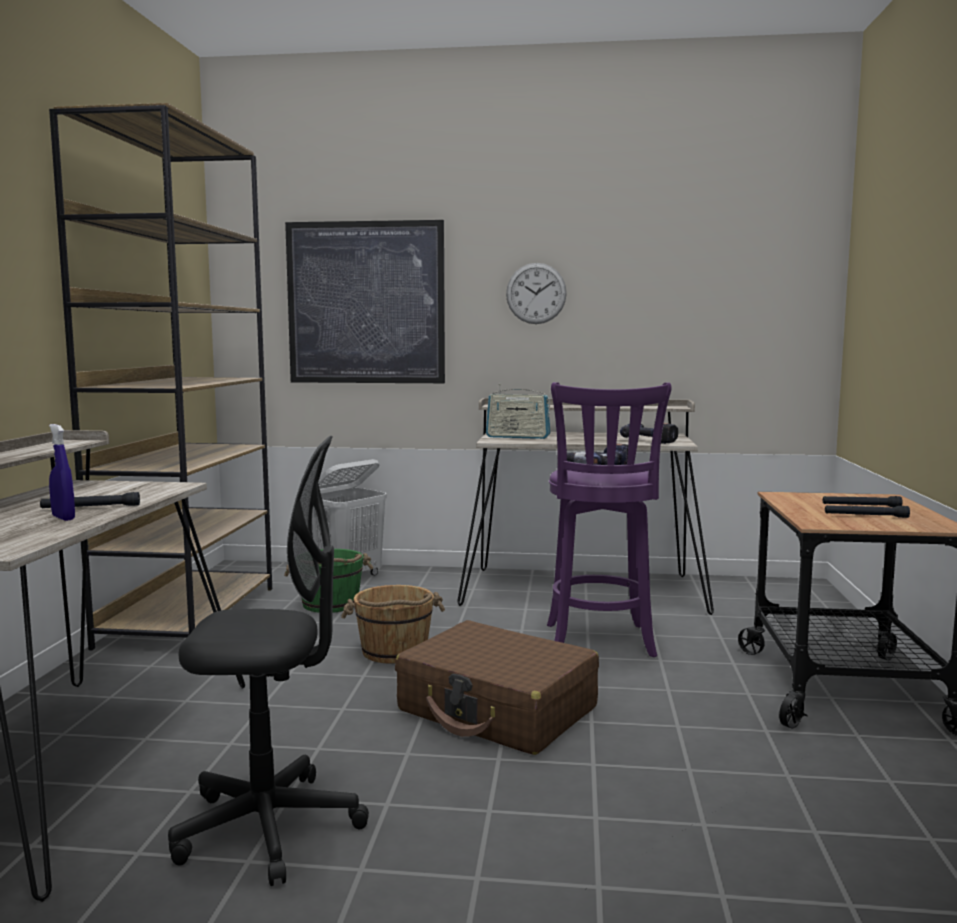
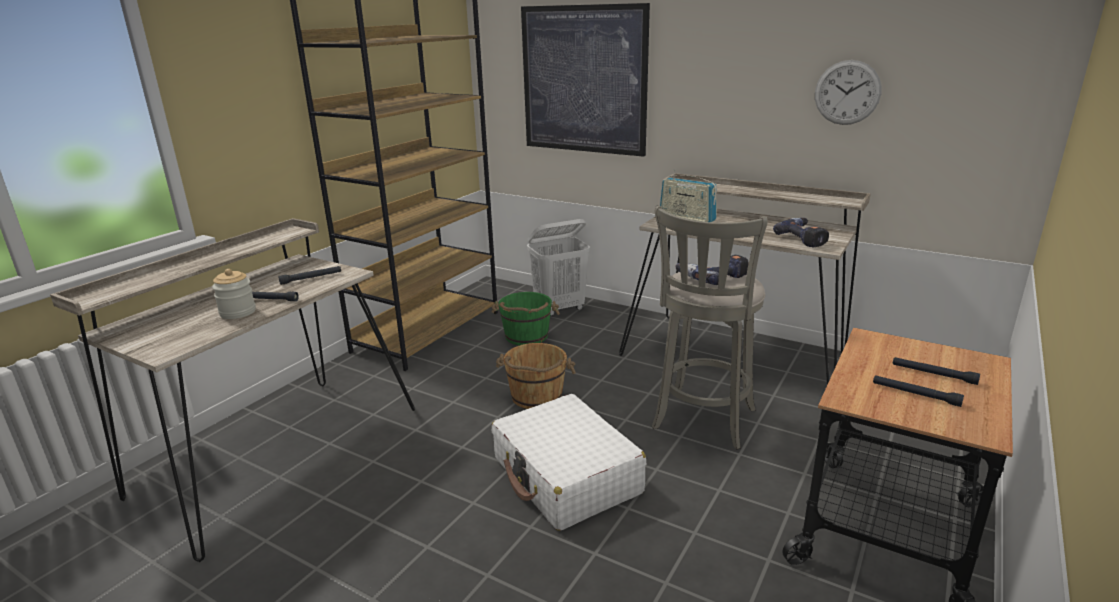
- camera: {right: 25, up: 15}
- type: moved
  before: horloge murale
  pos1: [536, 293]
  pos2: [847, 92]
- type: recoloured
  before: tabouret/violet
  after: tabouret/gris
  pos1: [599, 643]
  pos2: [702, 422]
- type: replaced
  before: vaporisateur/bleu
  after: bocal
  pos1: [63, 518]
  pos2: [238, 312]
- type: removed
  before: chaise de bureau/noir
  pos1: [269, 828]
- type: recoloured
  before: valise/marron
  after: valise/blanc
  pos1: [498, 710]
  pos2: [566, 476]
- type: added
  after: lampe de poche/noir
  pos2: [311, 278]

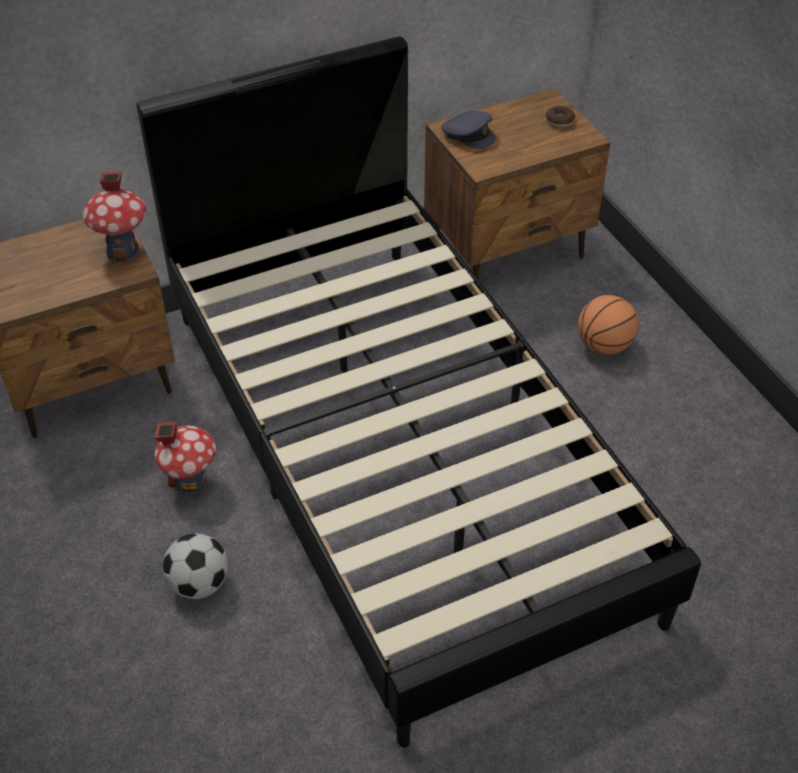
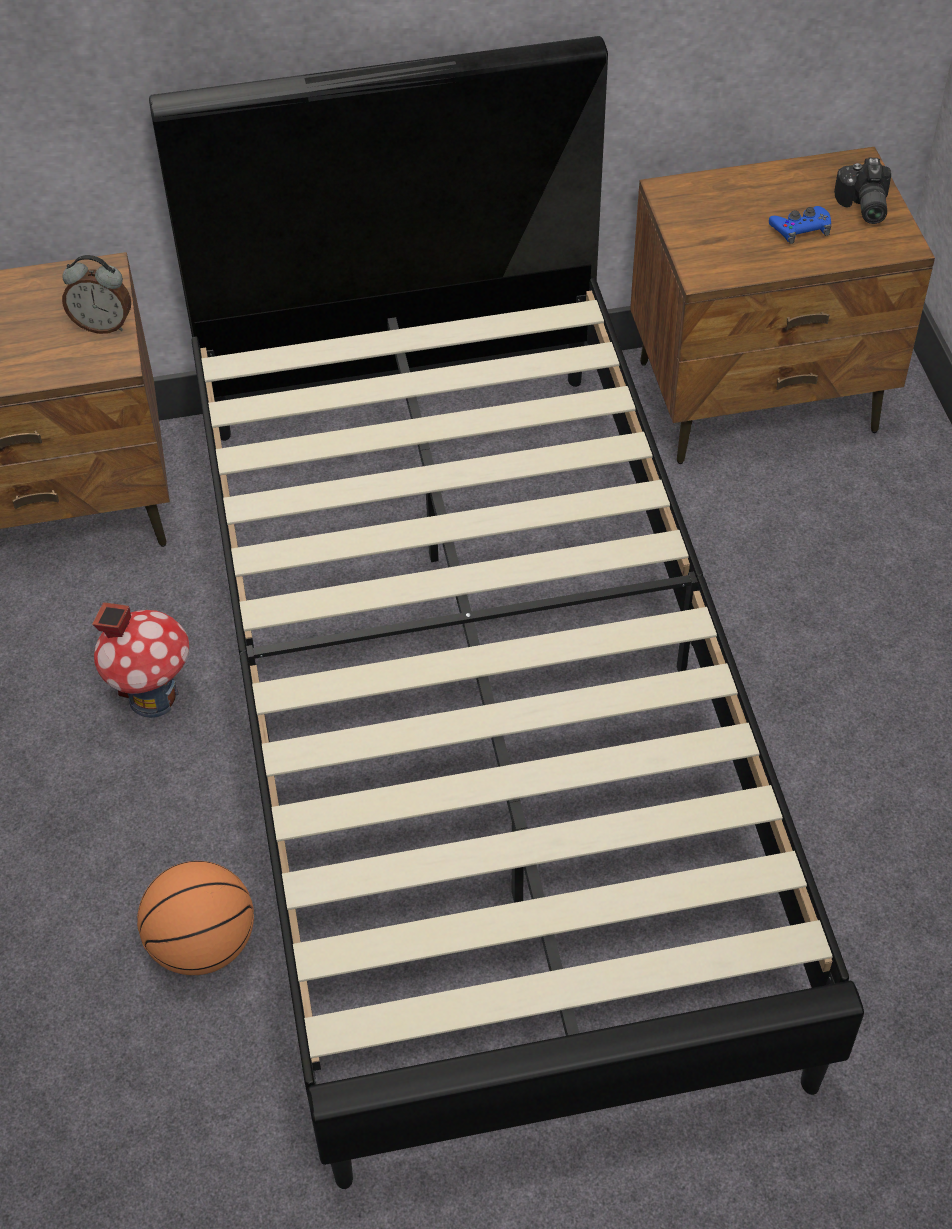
- camera: {right: 15, up: 5}
- type: replaced
  before: beignet
  after: appareil photo
  pos1: [559, 121]
  pos2: [862, 206]
- type: removed
  before: casquette/gris
  pos1: [469, 135]
- type: replaced
  before: maison miniature
  after: réveil
  pos1: [123, 251]
  pos2: [103, 325]
- type: moved
  before: ballon de basket
  pos1: [604, 346]
  pos2: [203, 945]
- type: removed
  before: ballon de foot
  pos1: [199, 584]
- type: added
  after: manette/bleu
  pos2: [800, 229]

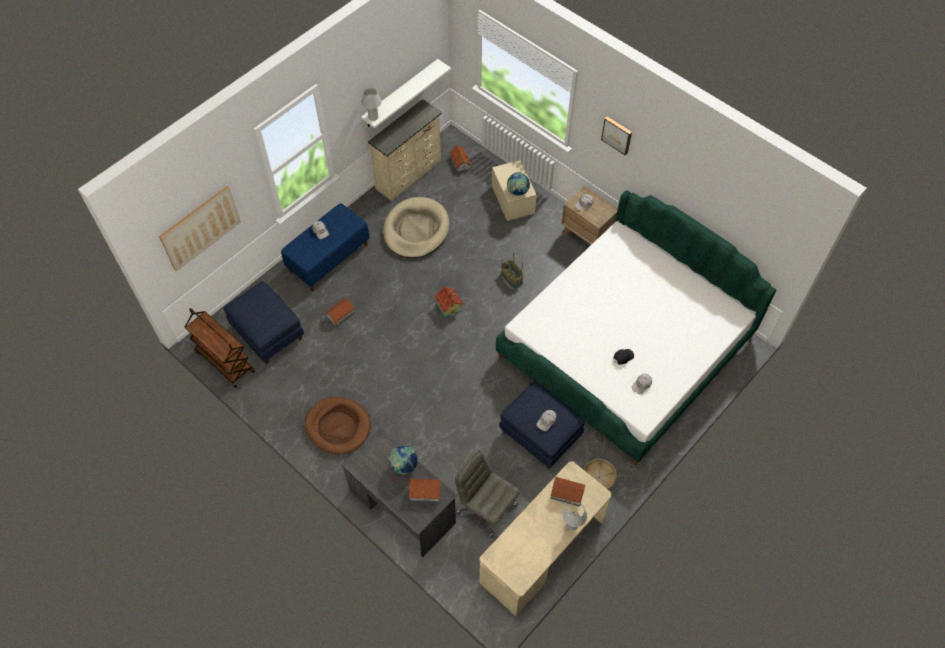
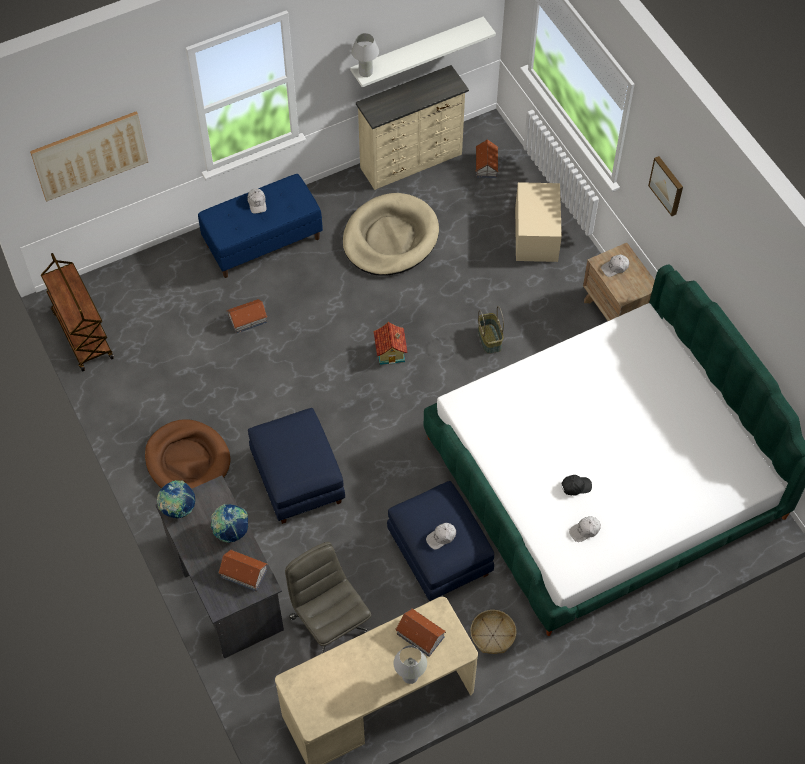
- camera: {right: 20, up: 0}
- type: moved
  before: globe
  pos1: [517, 192]
  pos2: [178, 508]
- type: moved
  before: pouf/bleu
  pos1: [267, 333]
  pos2: [297, 479]

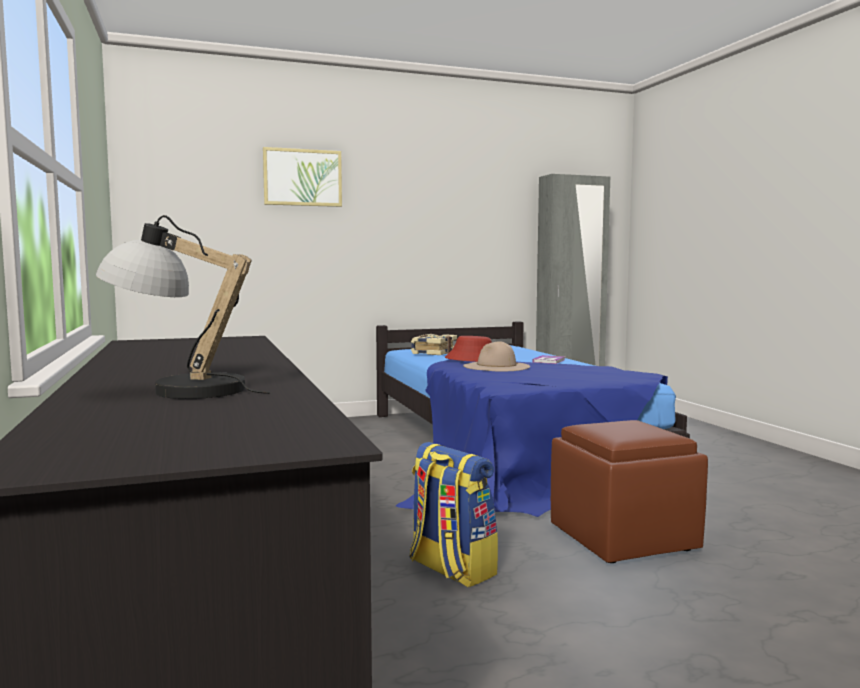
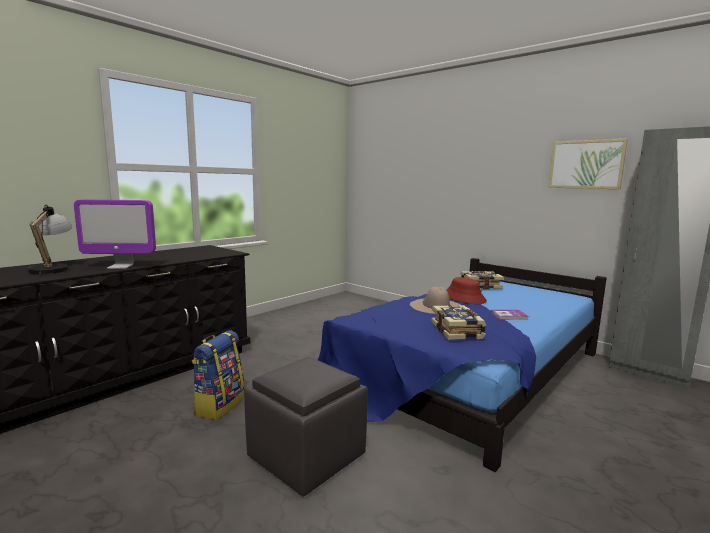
- camera: {right: 60, up: 5}
- type: moved
  before: tableau
  pos1: [302, 177]
  pos2: [586, 164]
- type: recoloured
  before: pouf/marron
  after: pouf/gris
  pos1: [623, 537]
  pos2: [308, 456]
- type: added
  after: écran d'ordinateur
  pos2: [120, 266]
- type: added
  after: livre
  pos2: [457, 331]

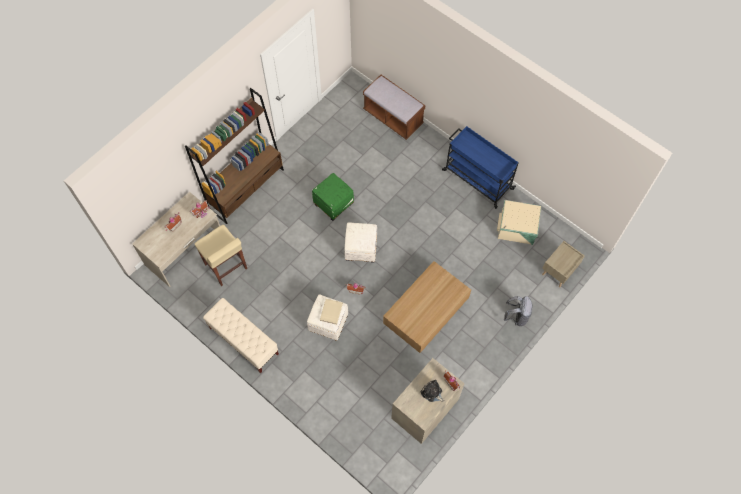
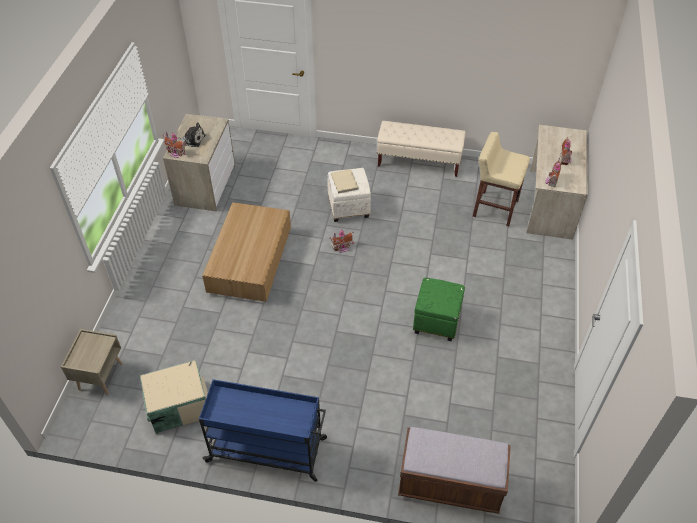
- camera: {right: 150, up: -15}
- type: removed
  before: bibliothèque/marron
  pos1: [246, 189]
- type: removed
  before: pouf/blanc
  pos1: [360, 249]
- type: removed
  before: sac à dos/gris
  pos1: [516, 316]

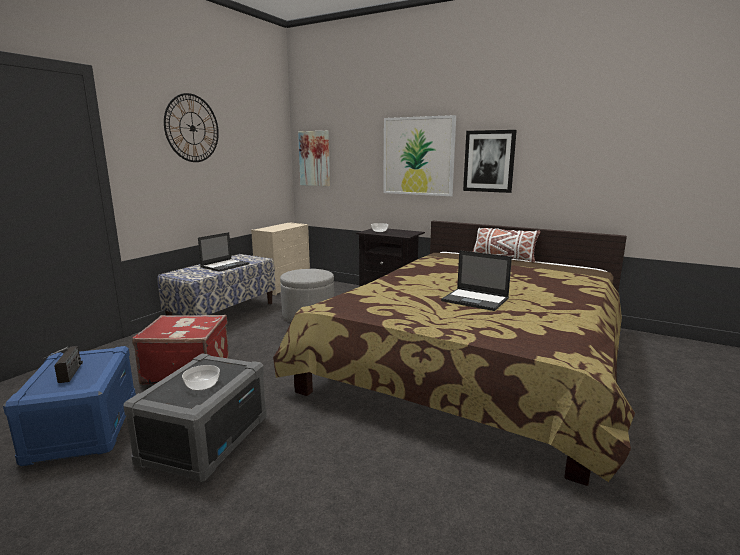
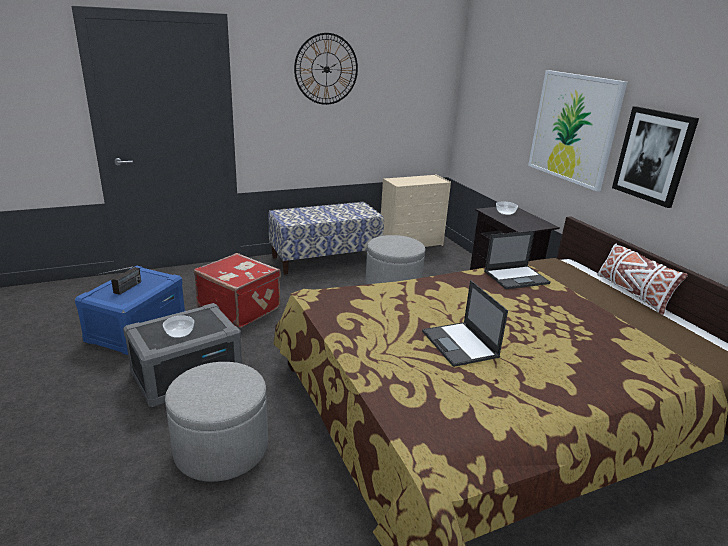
- camera: {right: 35, up: 10}
- type: removed
  before: tableau
  pos1: [315, 158]
- type: moved
  before: ordinateur portable
  pos1: [225, 265]
  pos2: [517, 277]
- type: added
  after: pouf/gris
  pos2: [221, 448]

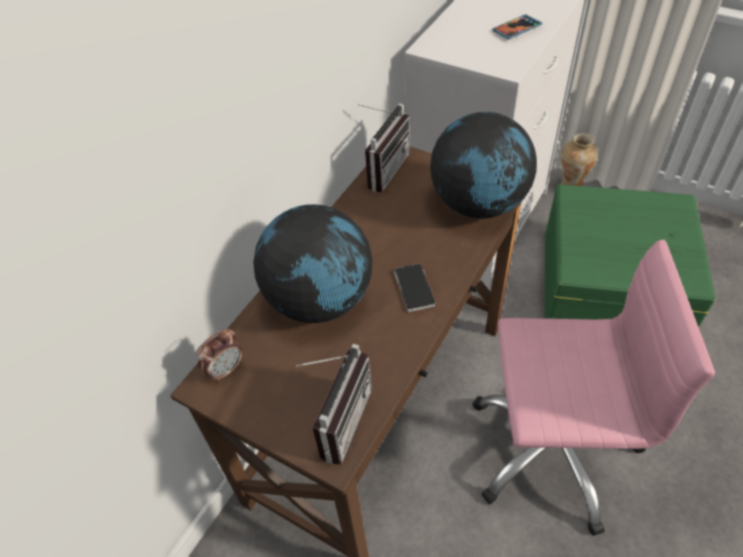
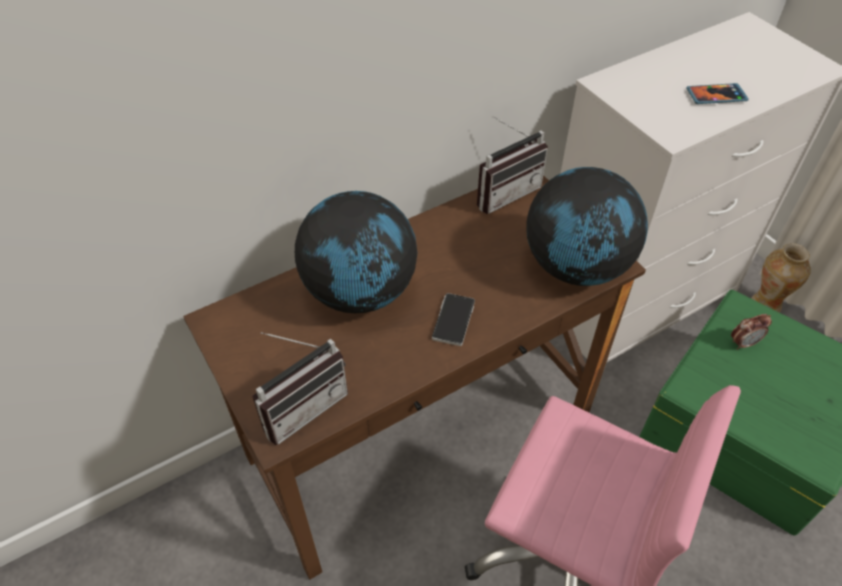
- camera: {right: 25, up: 0}
- type: moved
  before: réveil
  pos1: [226, 369]
  pos2: [743, 343]

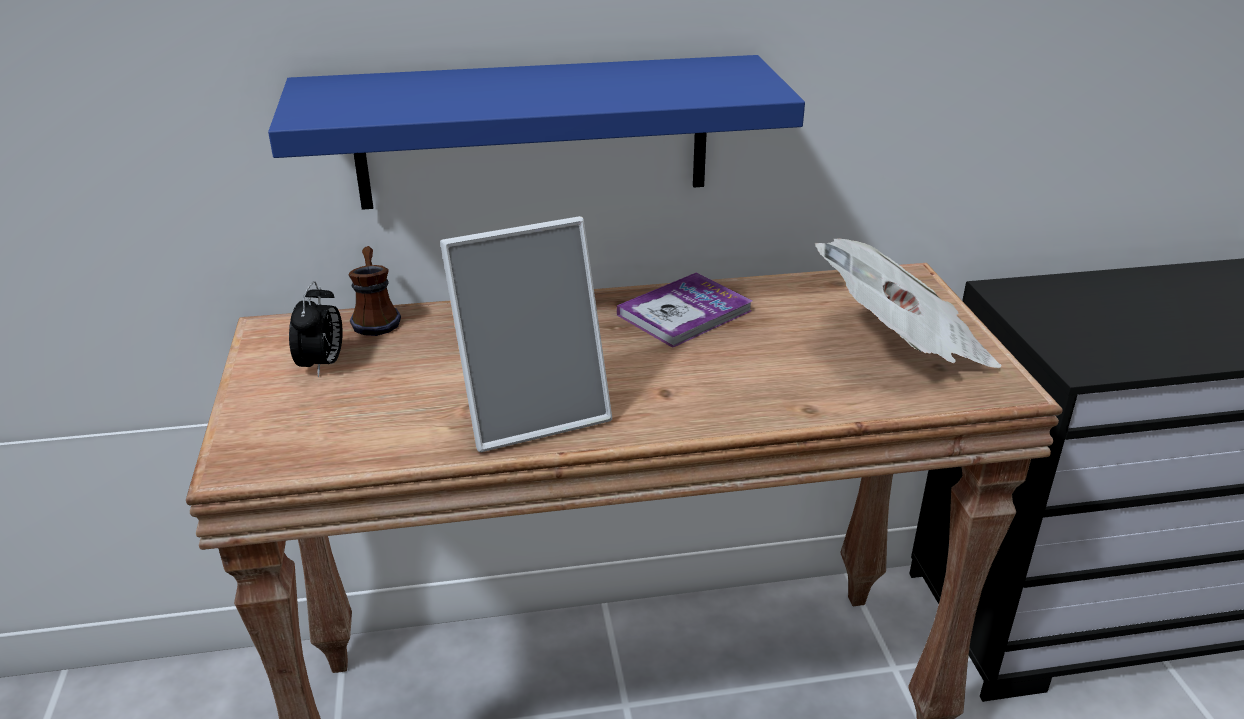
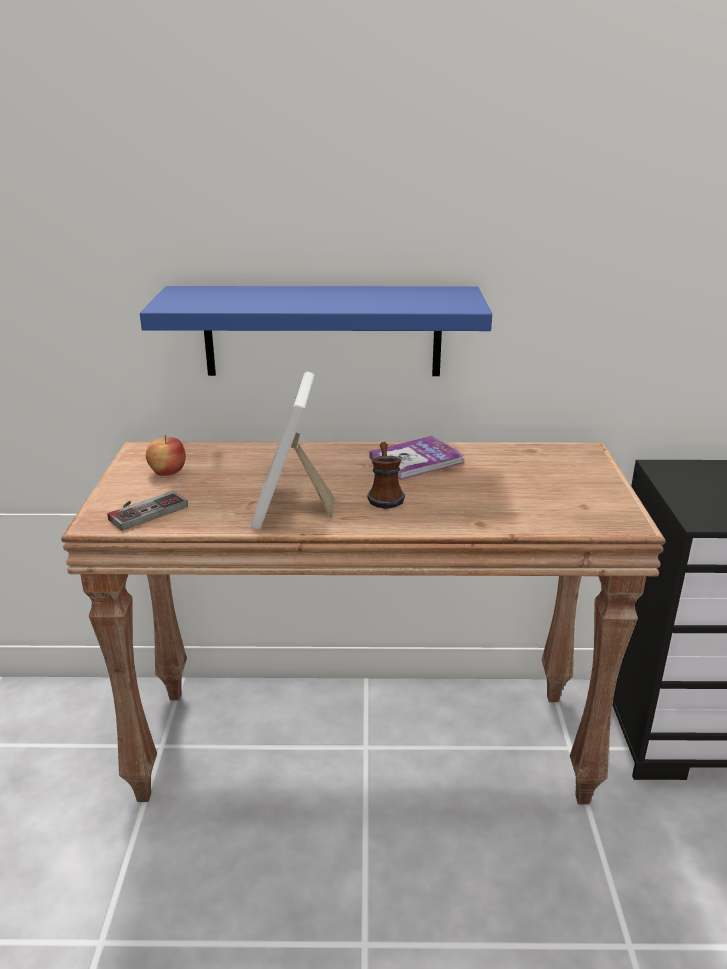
- camera: {right: 10, up: -5}
- type: turned
  before: cadre photo
  pos1: [532, 411]
  pos2: [292, 508]
  turn: 105
- type: removed
  before: journal
  pos1: [902, 347]
- type: moved
  before: mug
  pos1: [376, 317]
  pos2: [385, 495]
- type: replaced
  before: réveil
  after: pomme
  pos1: [322, 365]
  pos2: [167, 471]
- type: added
  after: manette
  pos2: [144, 509]

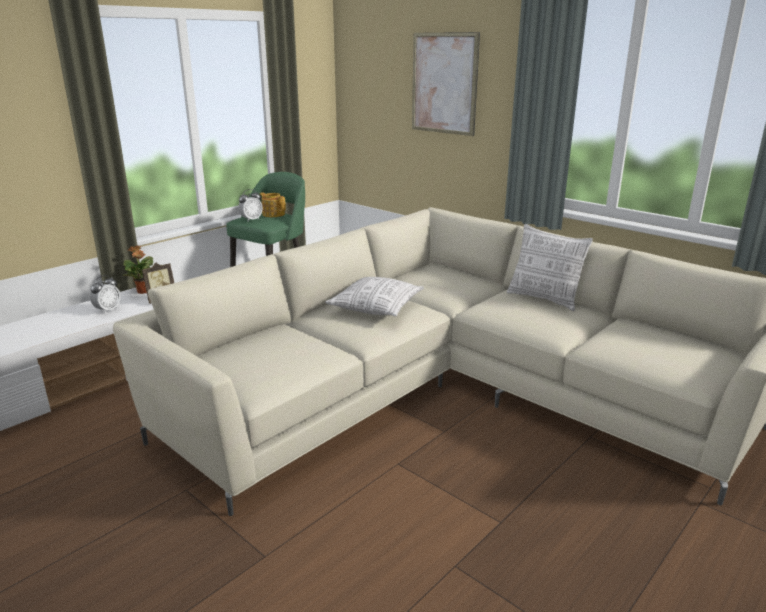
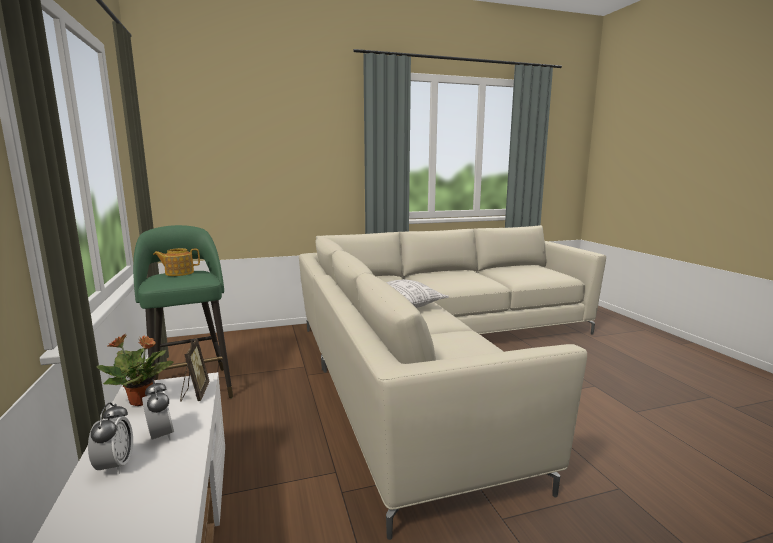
- camera: {right: -60, up: -10}
- type: removed
  before: tableau
  pos1: [444, 83]
- type: moved
  before: réveil
  pos1: [251, 220]
  pos2: [115, 466]
- type: removed
  before: coussin
  pos1: [544, 299]

